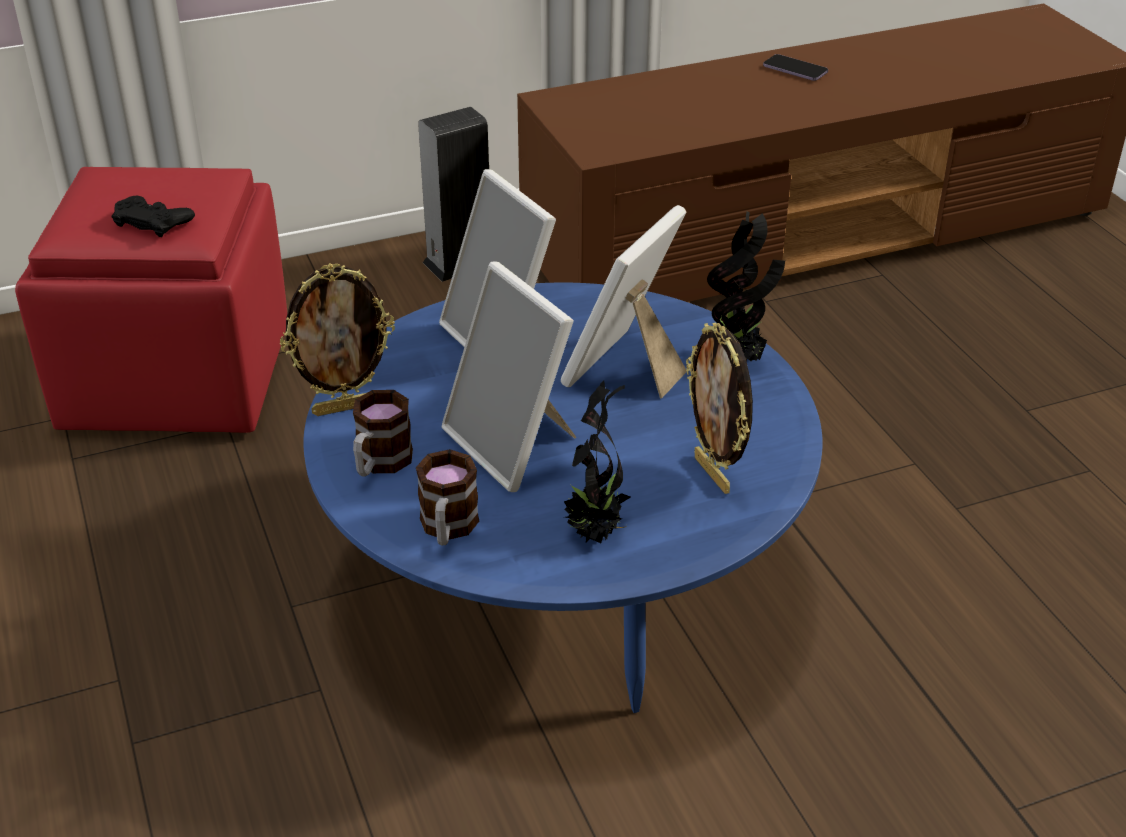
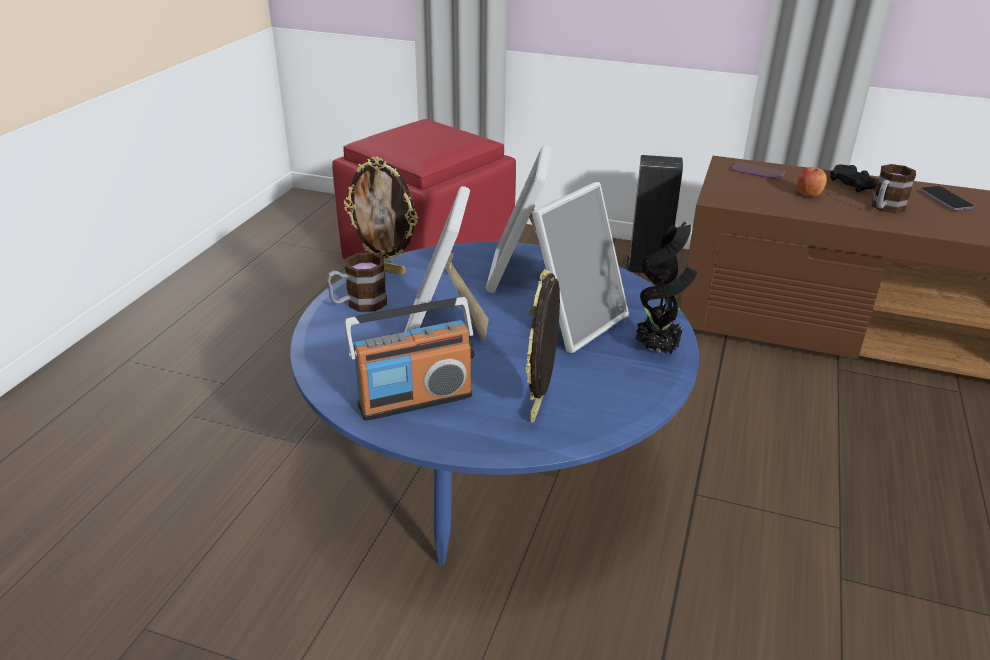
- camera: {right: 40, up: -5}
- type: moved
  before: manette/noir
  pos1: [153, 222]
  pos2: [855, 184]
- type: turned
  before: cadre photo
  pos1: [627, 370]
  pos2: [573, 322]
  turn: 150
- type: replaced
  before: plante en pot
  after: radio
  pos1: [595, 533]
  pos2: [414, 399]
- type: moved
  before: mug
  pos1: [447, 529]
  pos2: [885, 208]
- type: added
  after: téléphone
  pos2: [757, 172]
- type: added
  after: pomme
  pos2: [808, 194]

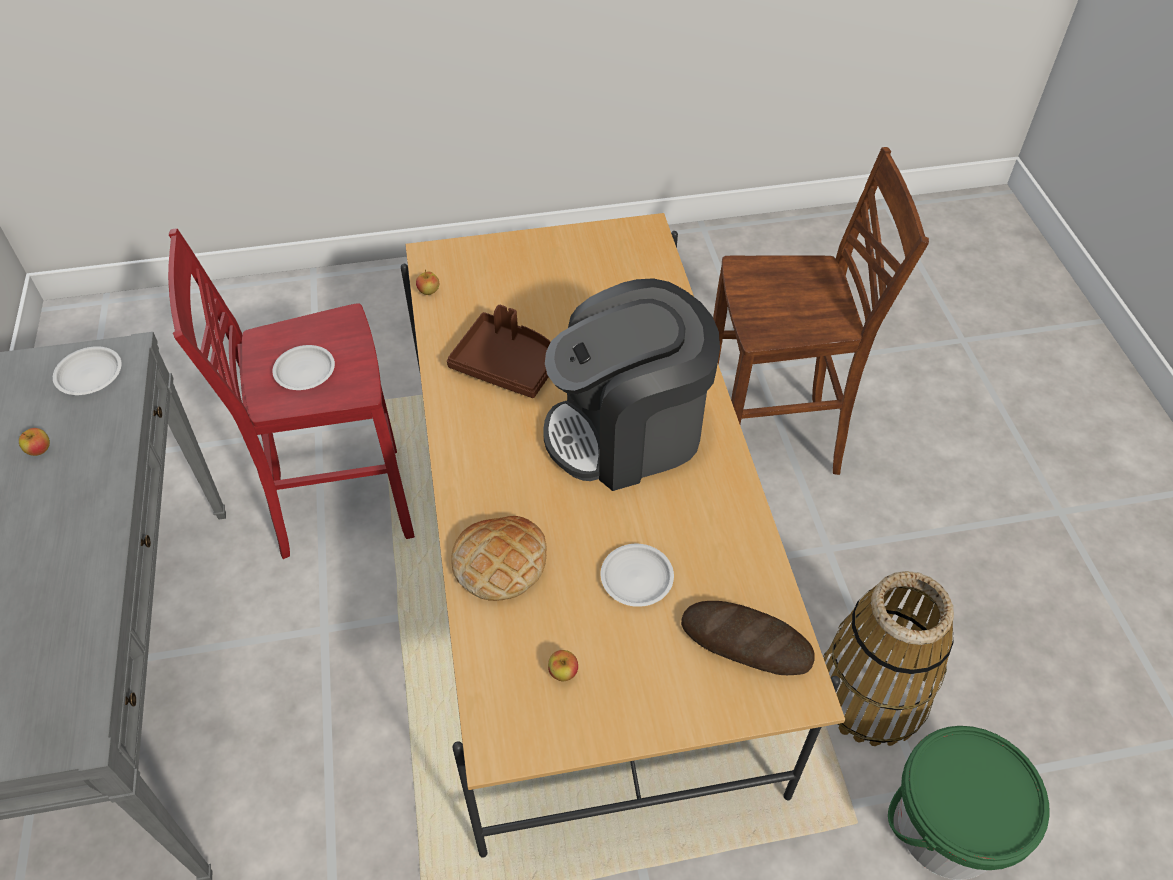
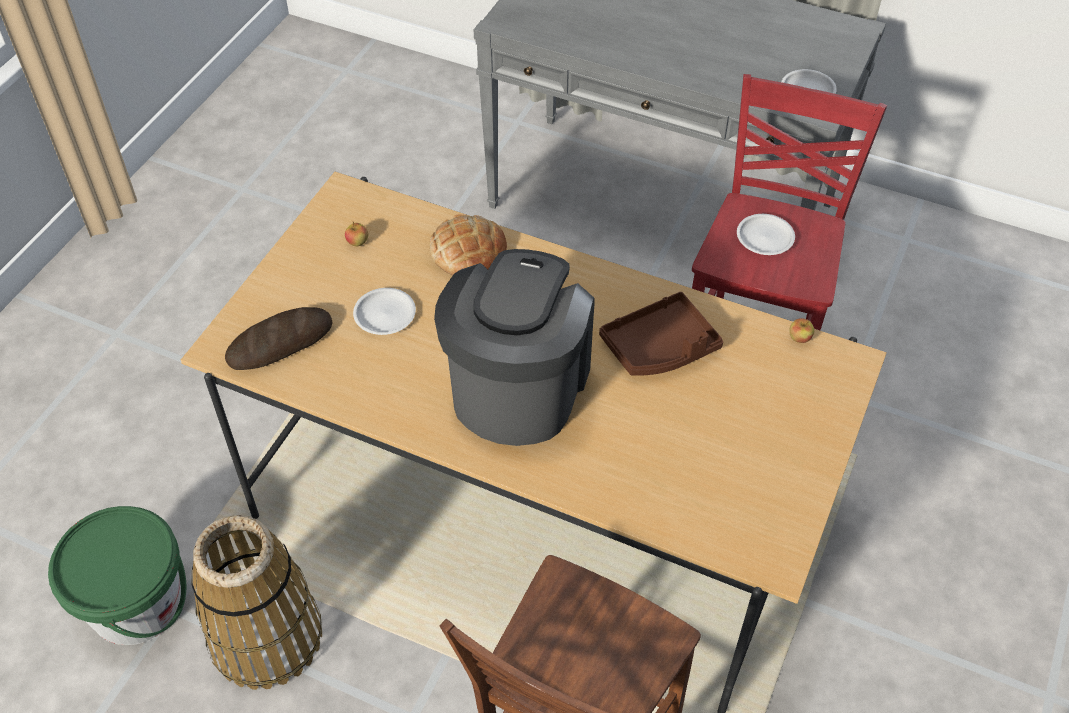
- camera: {right: 125, up: 0}
- type: removed
  before: pomme
  pos1: [40, 450]

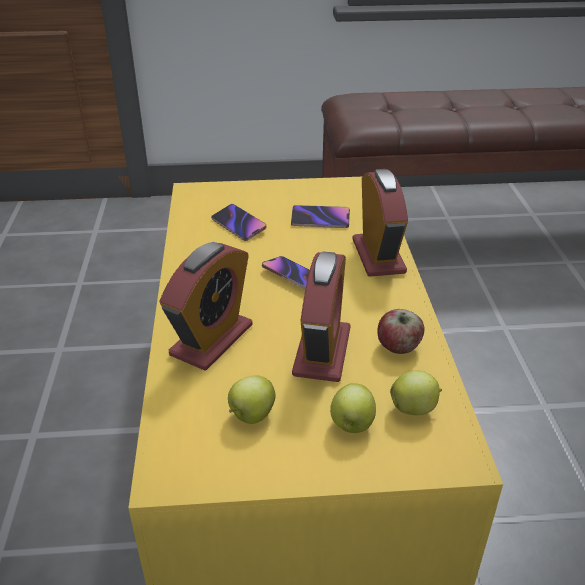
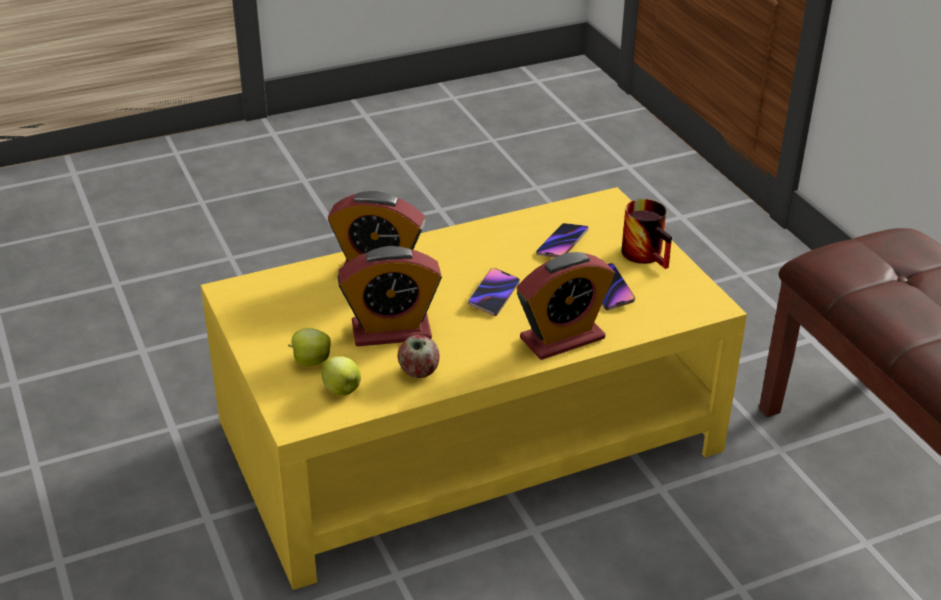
- camera: {right: 70, up: 0}
- type: removed
  before: pomme
  pos1: [251, 415]
- type: added
  after: mug
  pos2: [649, 255]

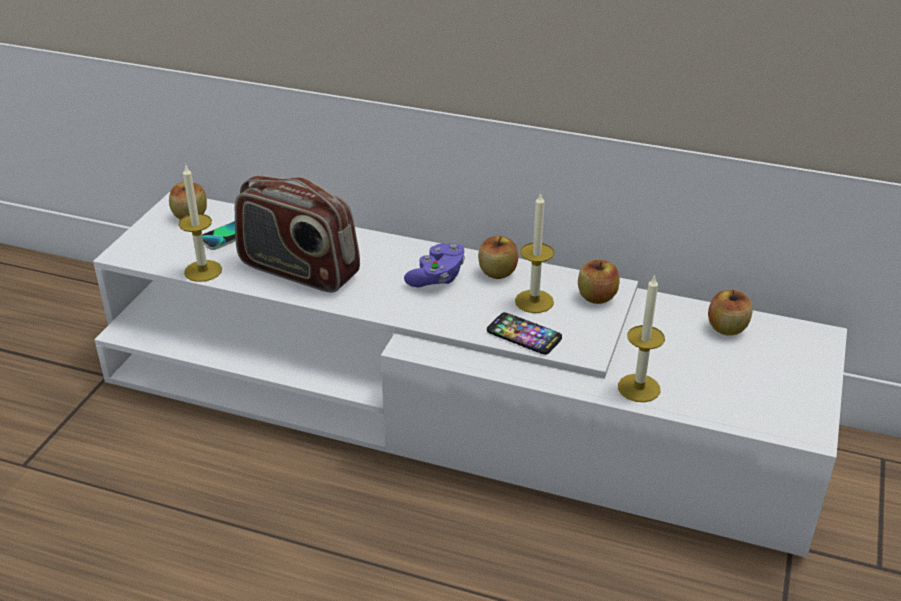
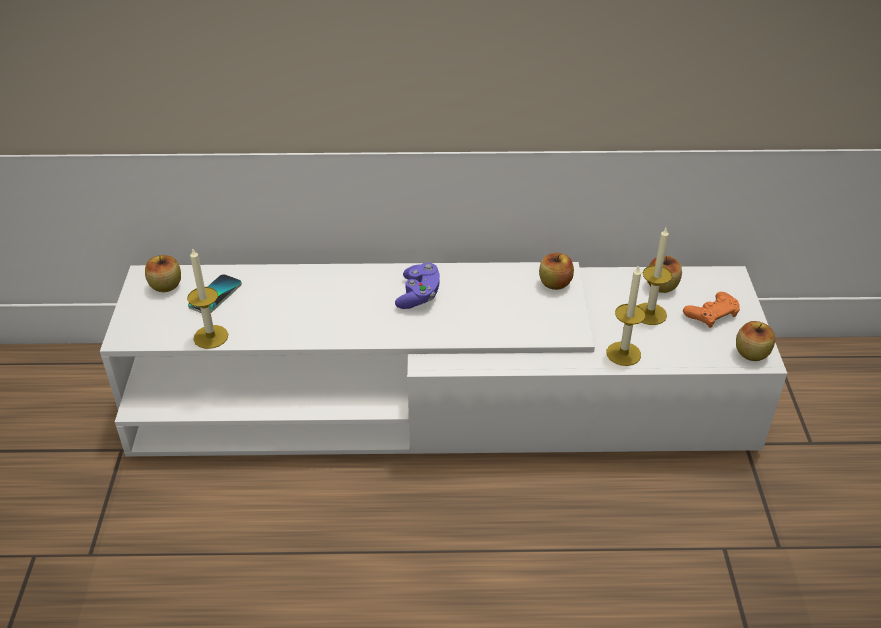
- camera: {right: -20, up: 5}
- type: removed
  before: radio
  pos1: [298, 270]
- type: moved
  before: bougie
  pos1: [534, 301]
  pos2: [650, 314]
- type: moved
  before: pomme
  pos1: [497, 272]
  pos2: [751, 353]
- type: removed
  before: téléphone
  pos1: [524, 335]
- type: added
  after: manette/orange
  pos2: [711, 314]

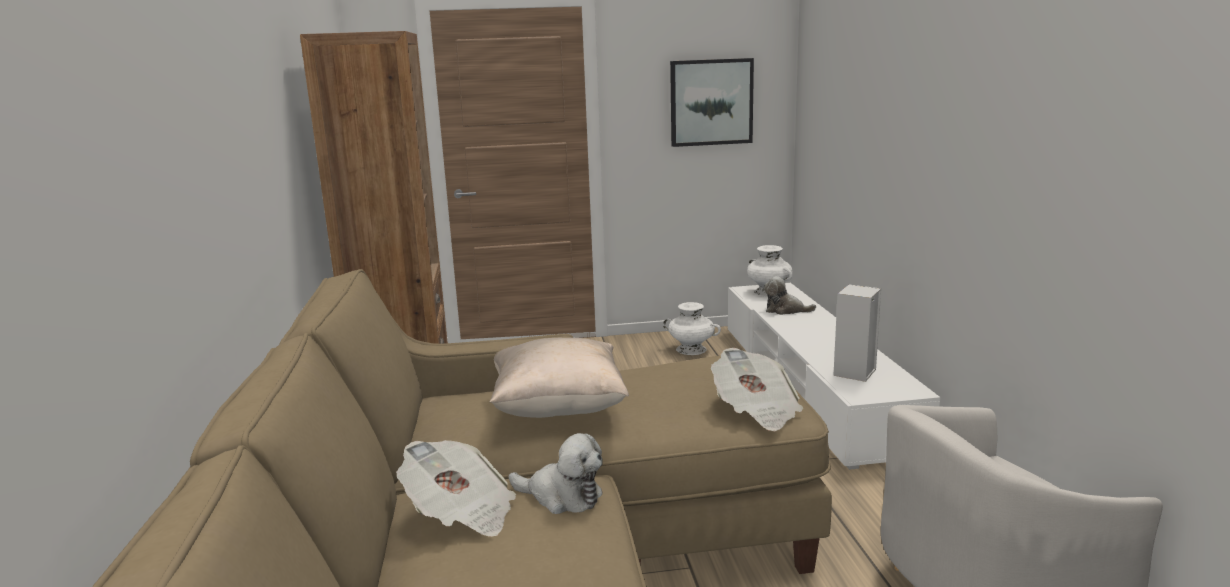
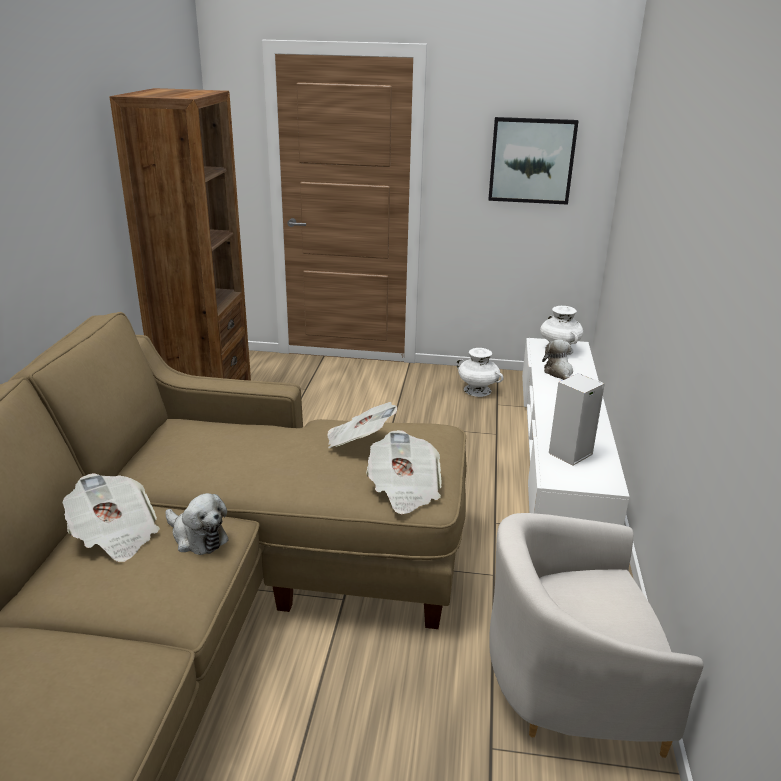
- camera: {right: 15, up: 10}
- type: turned
  before: peluche
  pos1: [785, 310]
  pos2: [559, 373]
  turn: 45
- type: removed
  before: coussin/beige
  pos1: [558, 409]
- type: added
  after: journal
  pos2: [359, 441]

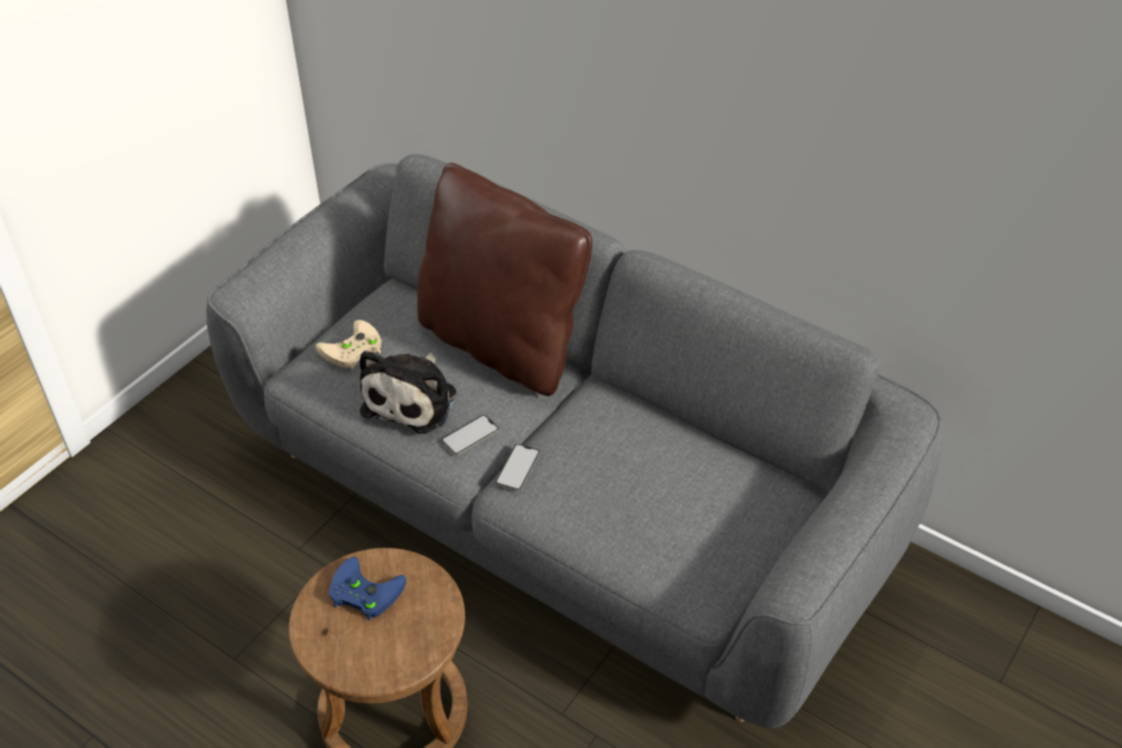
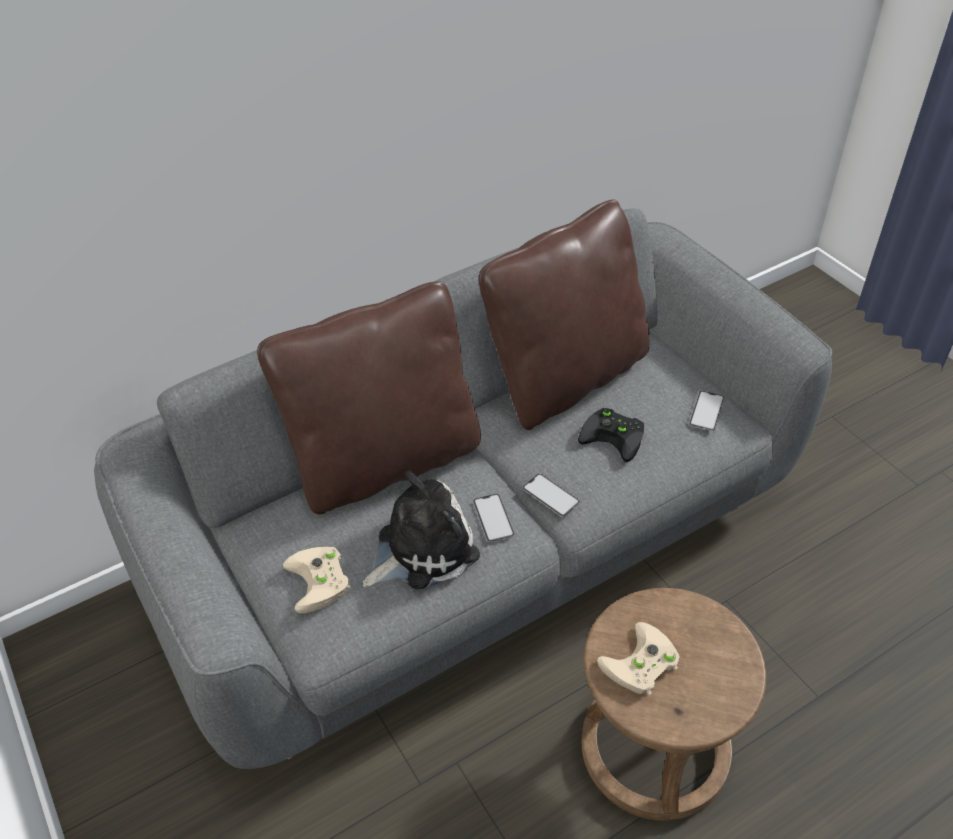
- camera: {right: -65, up: 0}
- type: turned
  before: peluche
  pos1: [413, 399]
  pos2: [421, 548]
  turn: -75
- type: recoloured
  before: manette/bleu
  after: manette/beige
  pos1: [362, 592]
  pos2: [640, 665]
- type: added
  after: coussin/marron
  pos2: [566, 378]
- type: added
  after: téléphone
  pos2: [706, 411]
- type: added
  after: manette/noir
  pos2: [615, 436]

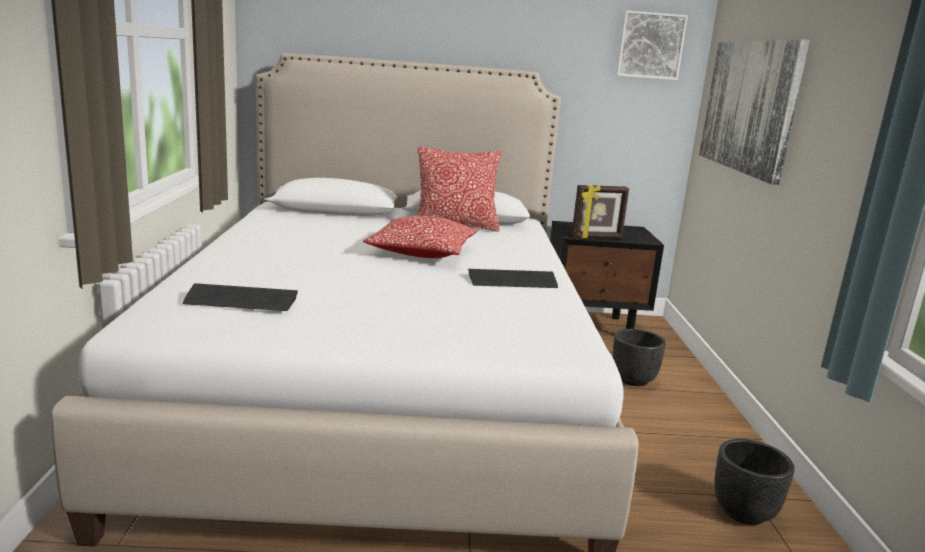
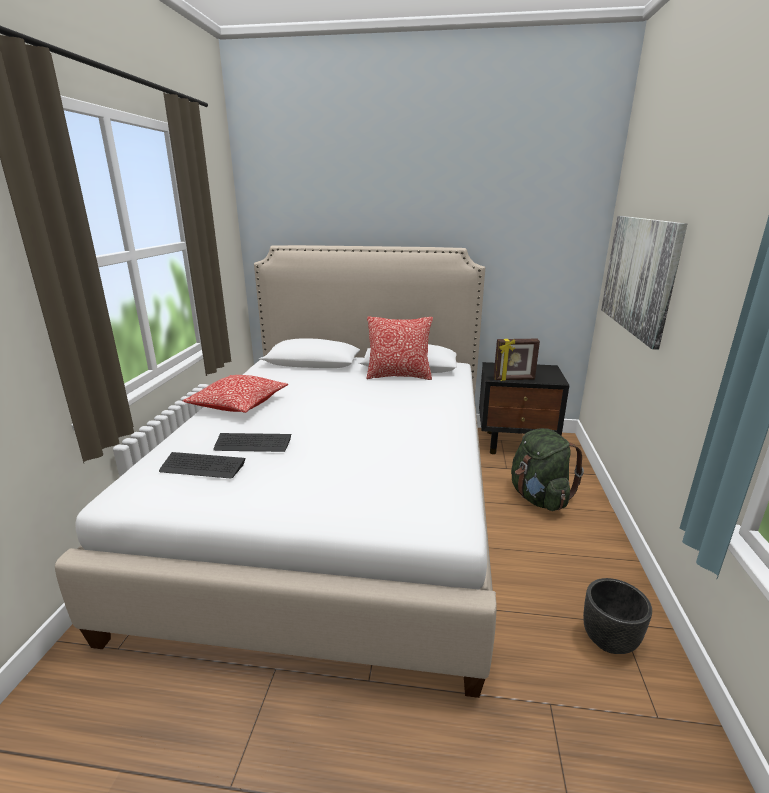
- camera: {right: 10, up: 5}
- type: removed
  before: tableau
  pos1: [650, 45]
- type: moved
  before: coussin
  pos1: [422, 253]
  pos2: [239, 404]
- type: moved
  before: clavier
  pos1: [512, 281]
  pos2: [253, 444]
- type: replaced
  before: cache-pot/noir
  after: sac à dos/vert
  pos1: [634, 380]
  pos2: [539, 498]

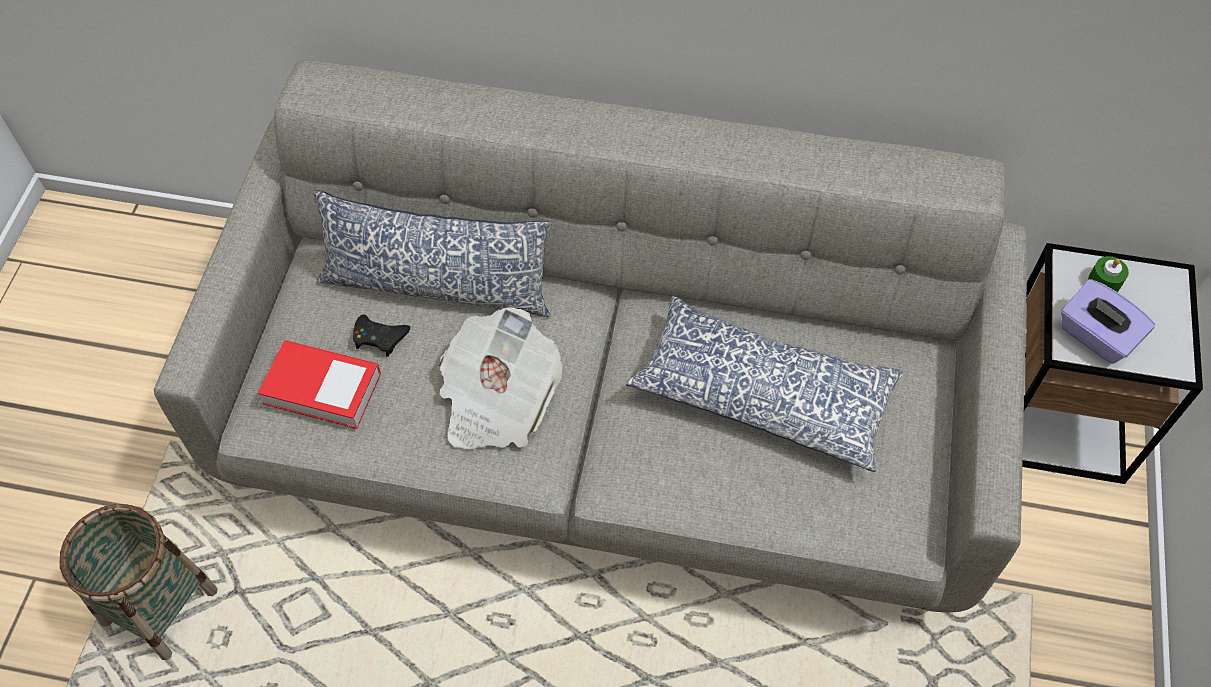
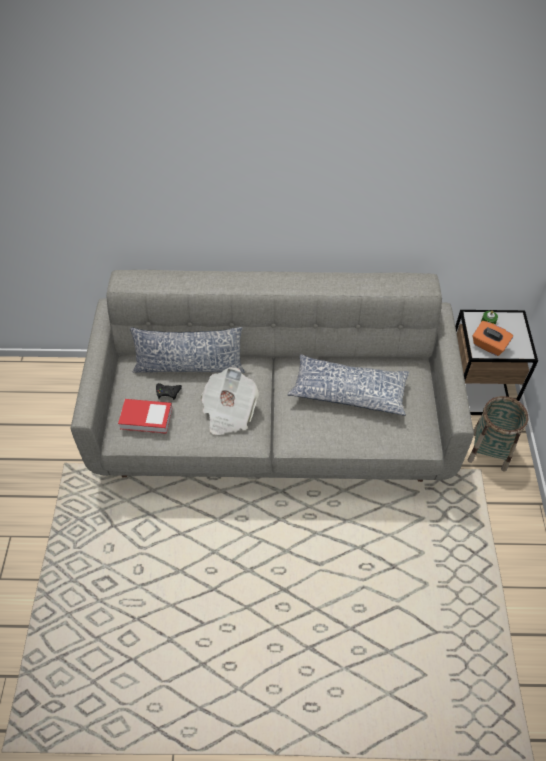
- camera: {right: -10, up: -5}
- type: recoloured
  before: boîte à mouchoirs/violet
  after: boîte à mouchoirs/orange
  pos1: [1095, 336]
  pos2: [488, 345]
- type: moved
  before: panier
  pos1: [160, 606]
  pos2: [489, 451]

